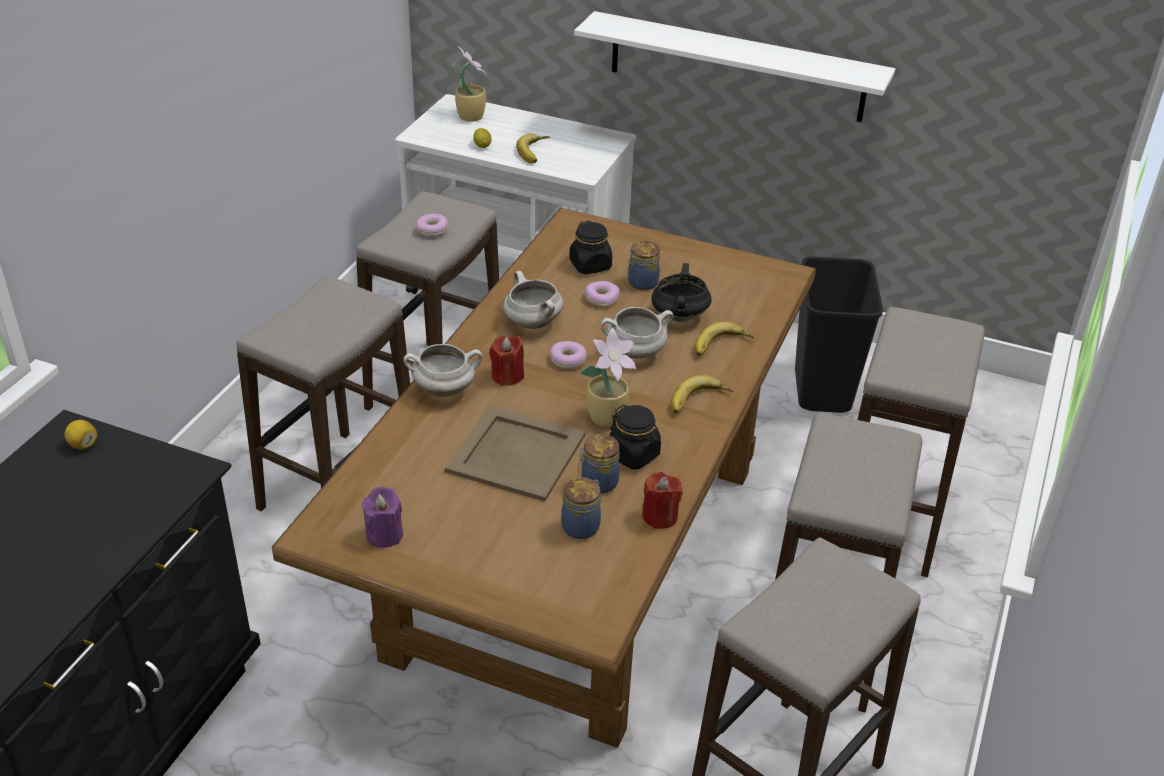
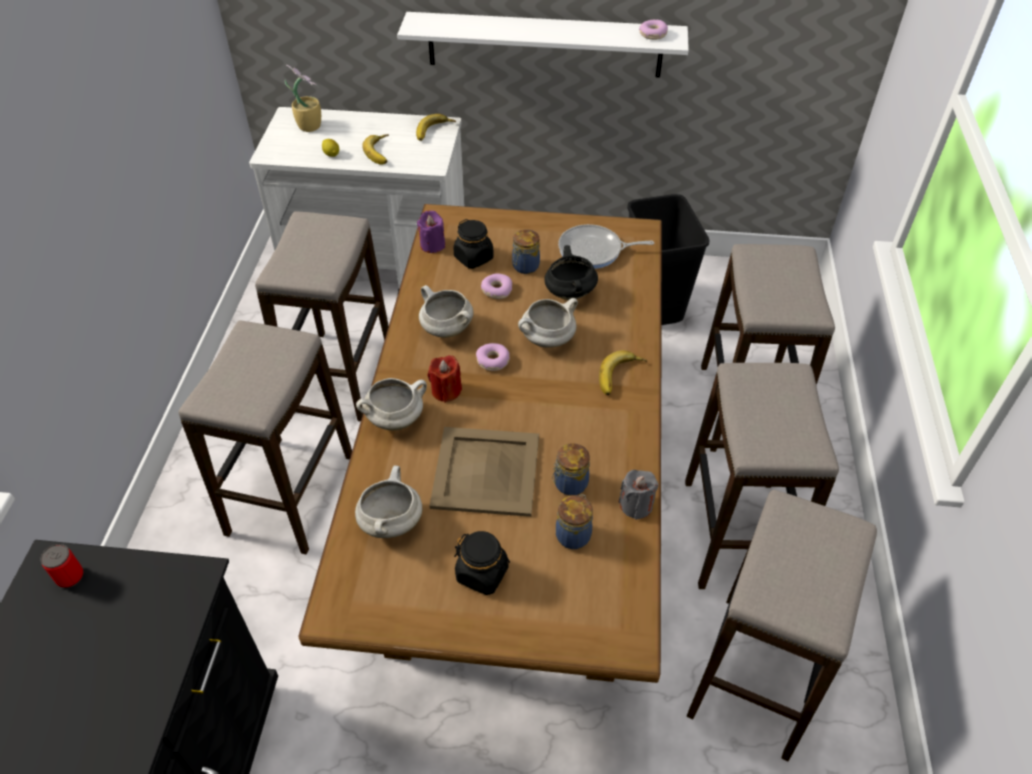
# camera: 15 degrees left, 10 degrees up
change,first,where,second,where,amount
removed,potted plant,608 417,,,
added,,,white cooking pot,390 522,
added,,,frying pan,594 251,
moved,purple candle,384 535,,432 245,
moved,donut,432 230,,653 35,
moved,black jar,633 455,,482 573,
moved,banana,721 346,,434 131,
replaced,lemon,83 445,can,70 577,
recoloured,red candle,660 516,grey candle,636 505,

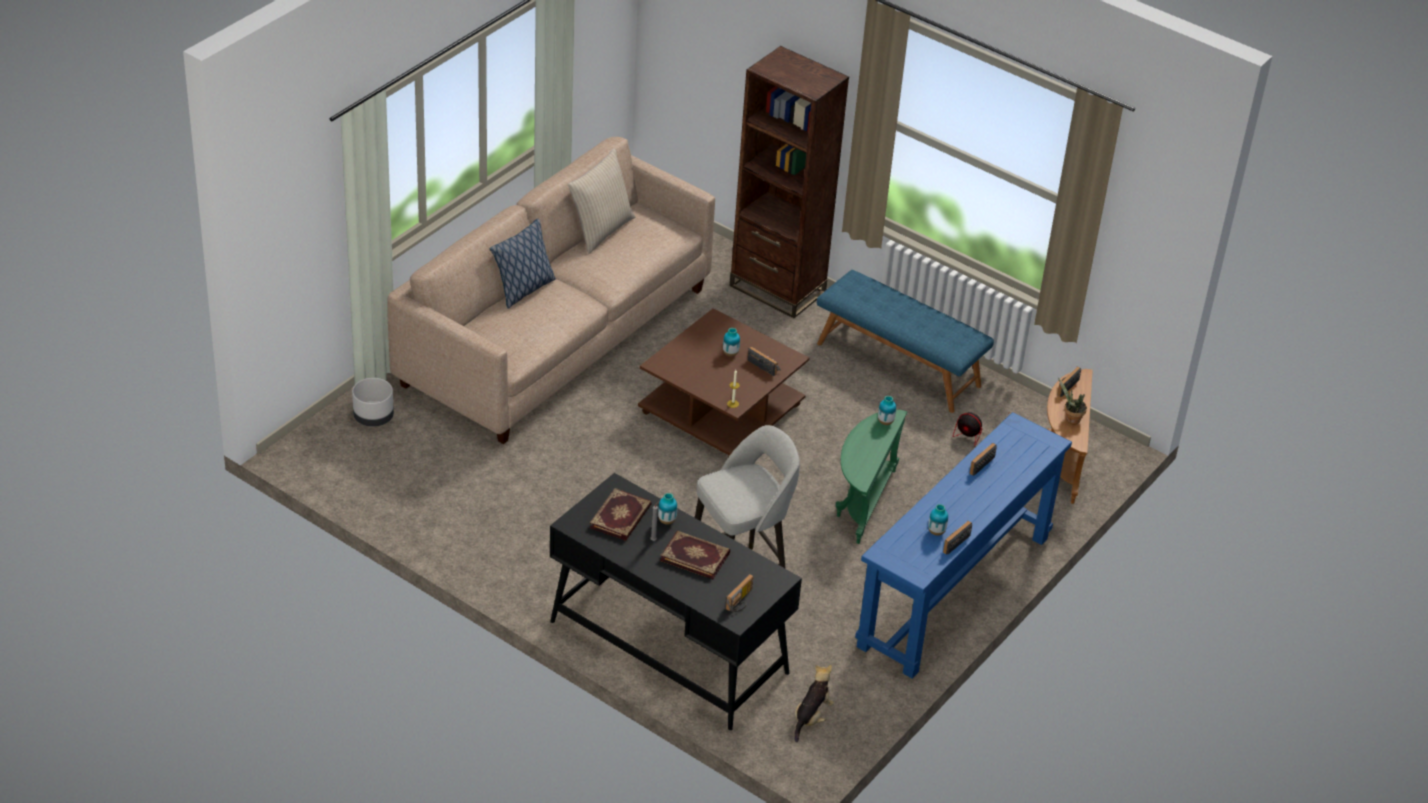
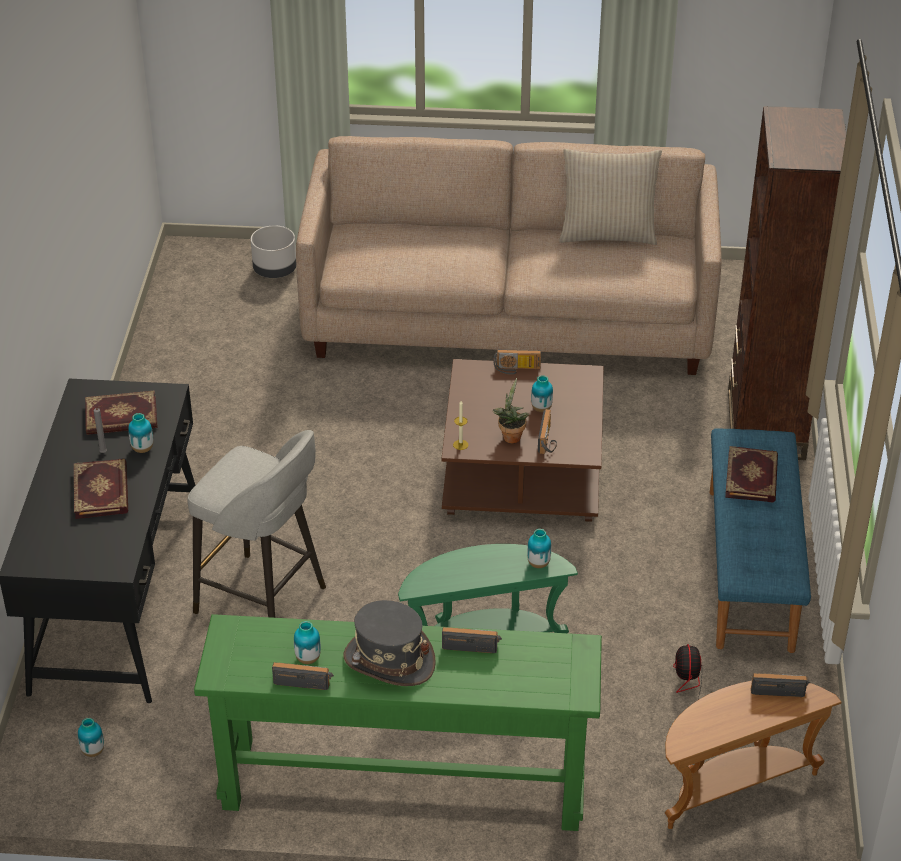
# camera: 60 degrees right, 0 degrees up
change,first,where,second,where,amount
removed,pillow,523 290,,,
added,,,grey hat,389 660,
added,,,book,752 477,
moved,radio,741 601,,516 369,
moved,potted plant,1070 419,,510 436,
replaced,plush toy,811 717,vase,93 751,
recoloured,blue console table,954 591,green console table,403 783,

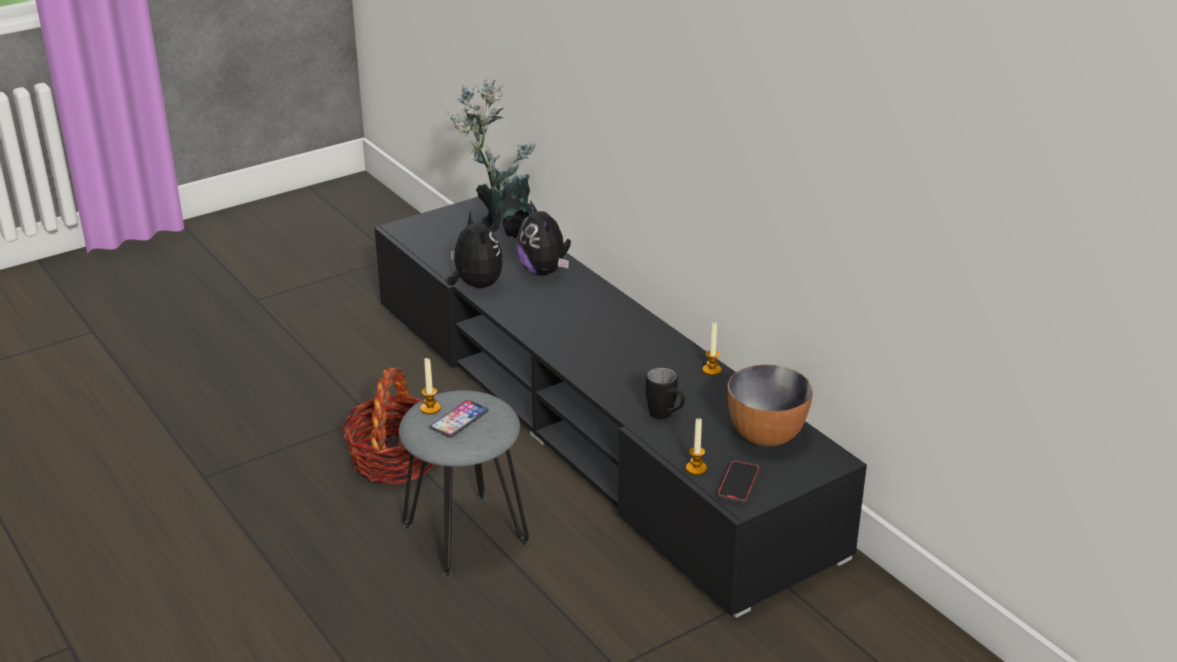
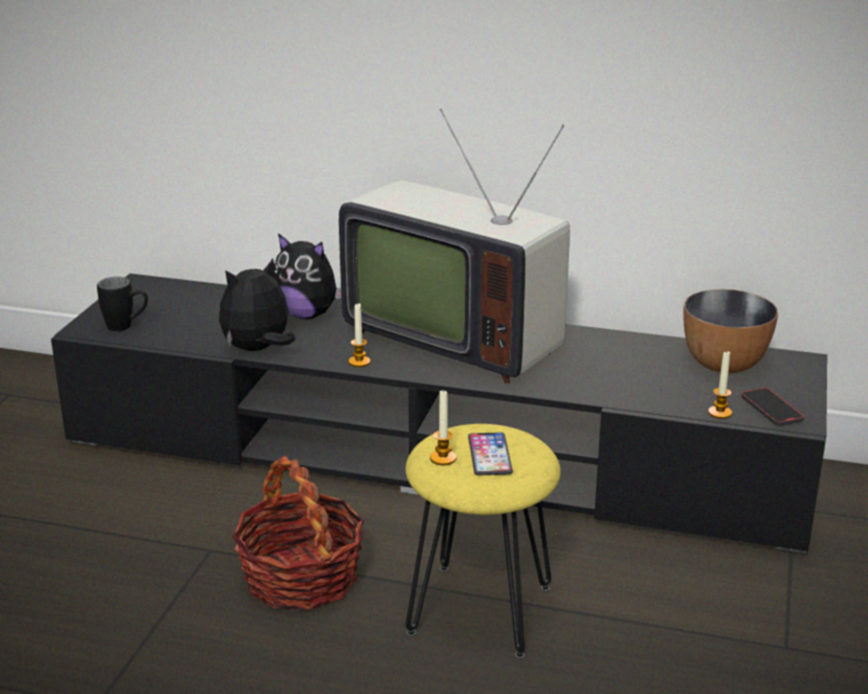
# camera: 40 degrees left, 5 degrees down
change,first,where,second,where,amount
removed,potted plant,503 234,,,
added,,,television,455 338,
moved,black mug,666 416,,126 327,
moved,candle,711 370,,359 362,
recoloured,grey stool,466 535,yellow stool,480 609,
turned,plush toy,475 285,,258 349,60 degrees counterclockwise

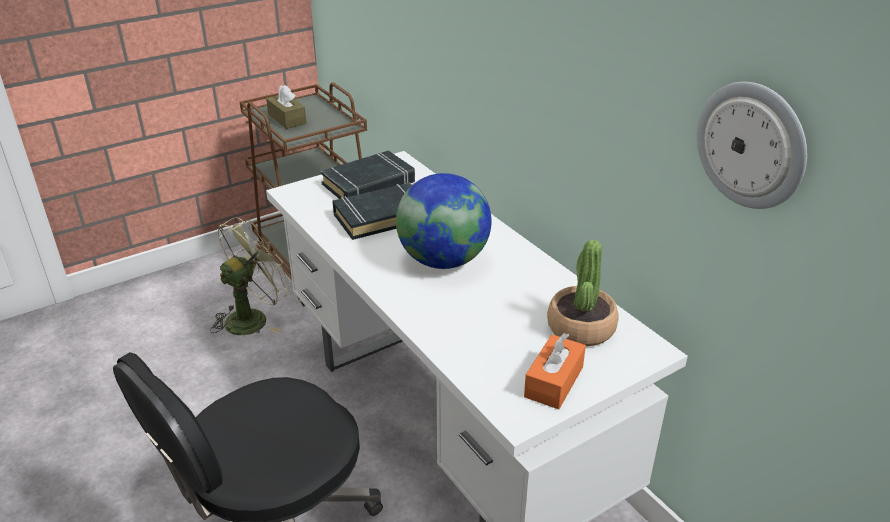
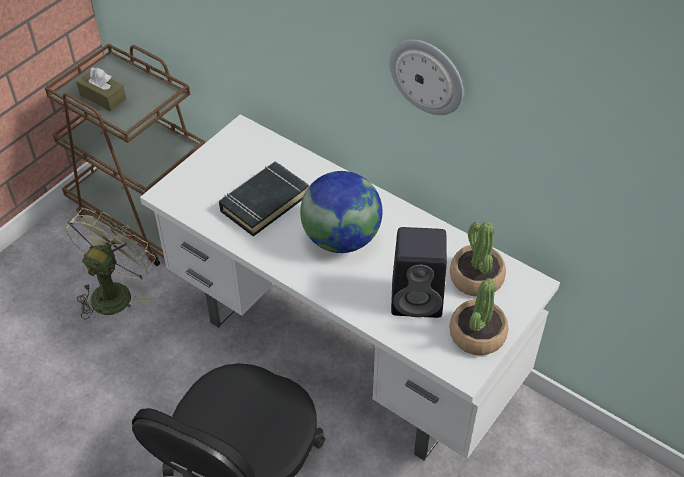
# camera: 20 degrees left, 15 degrees up
change,first,where,second,where,amount
removed,black book,369 184,,,
added,,,black speaker,418 298,
moved,wall clock,751 145,,427 76,
replaced,orange tissue box,554 382,potted plant,477 334,

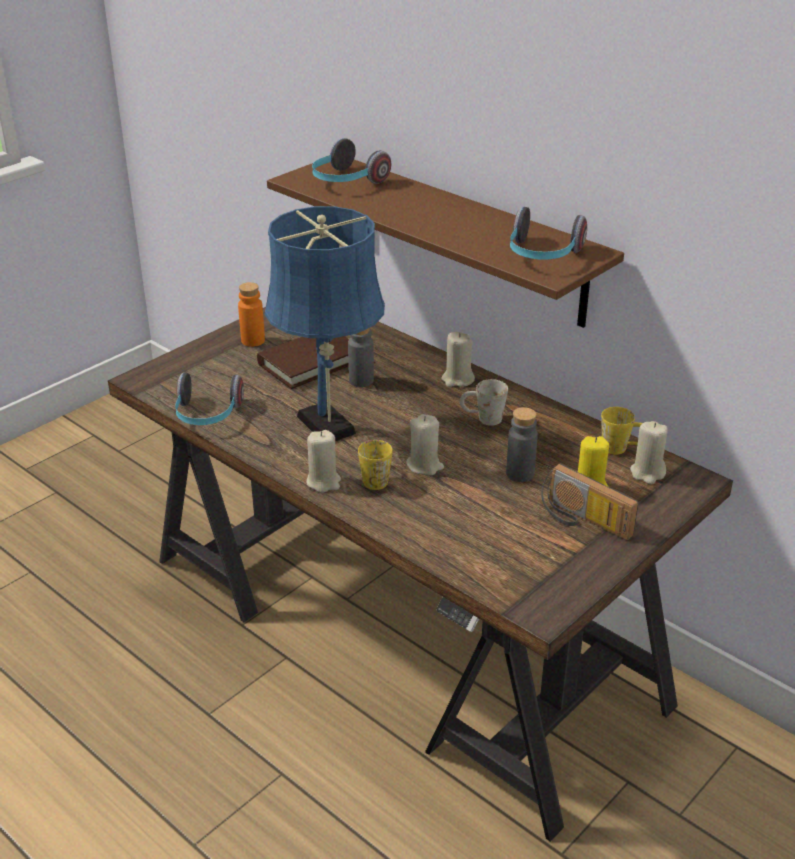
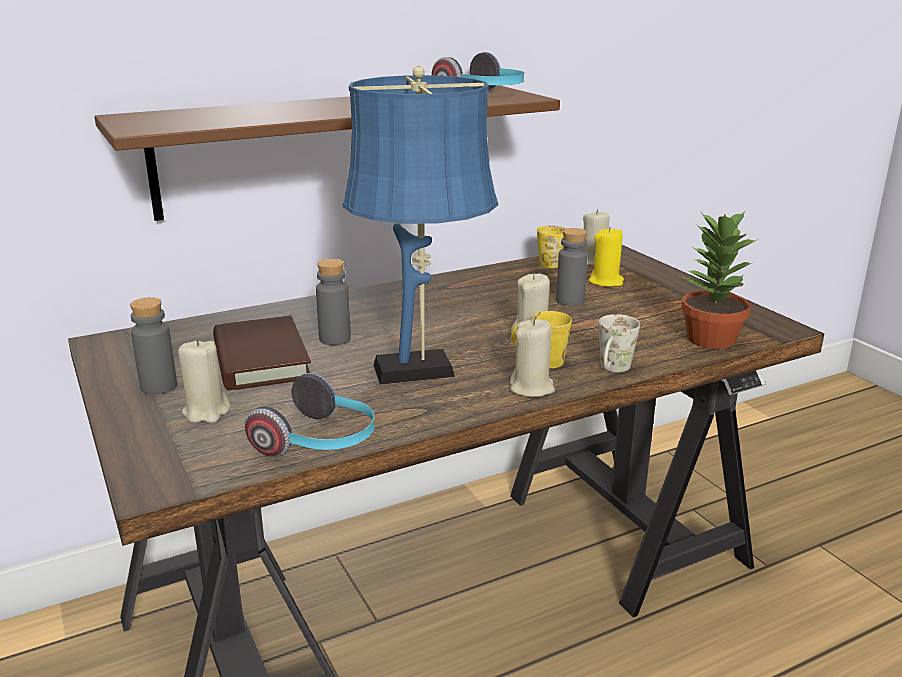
# camera: 70 degrees left, 10 degrees down
change,first,where,second,where,amount
removed,headphones,346 181,,,
removed,radio,582 520,,,
added,,,potted plant,709 339,
moved,beige candle,457 379,,206 412,
moved,white mug,482 419,,612 370,
recoloured,orange bottle,253 341,grey bottle,158 386,

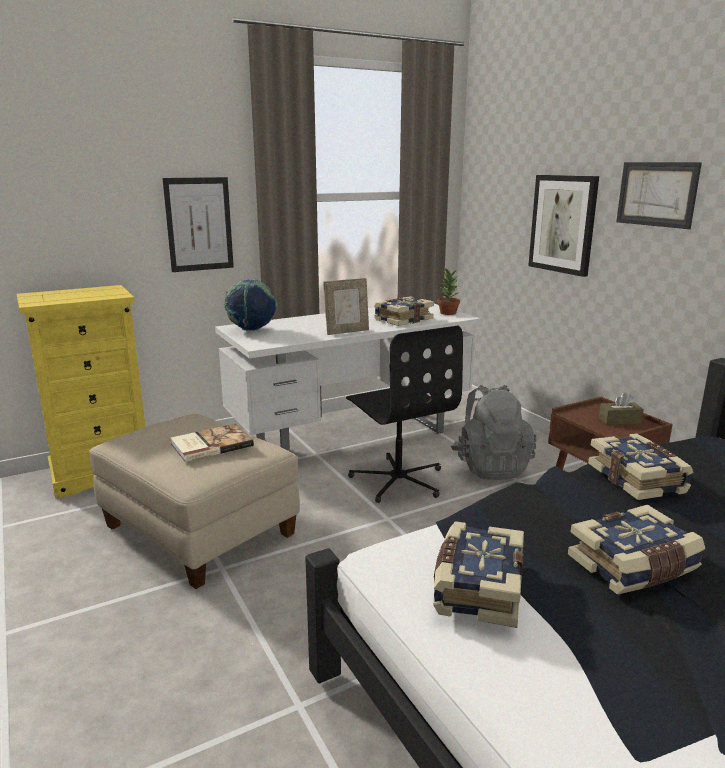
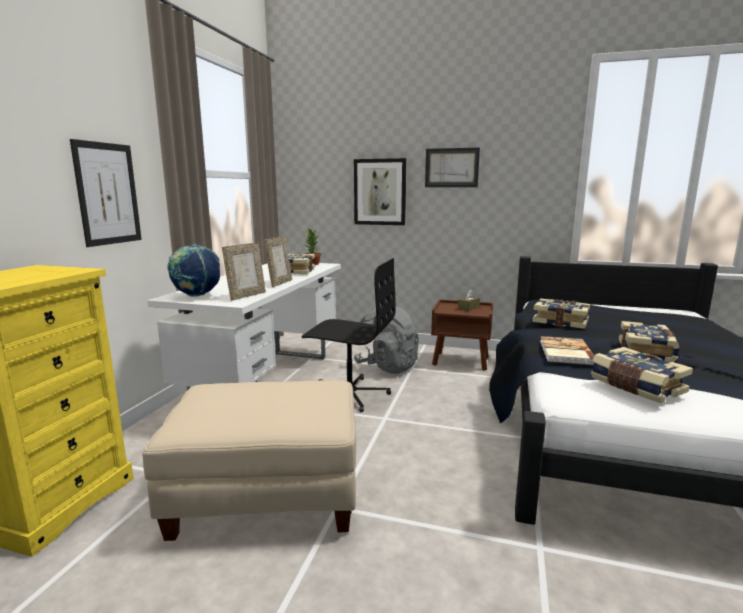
# camera: 45 degrees left, 5 degrees down
change,first,where,second,where,amount
added,,,picture frame,246 296,
moved,book,210 444,,564 352,

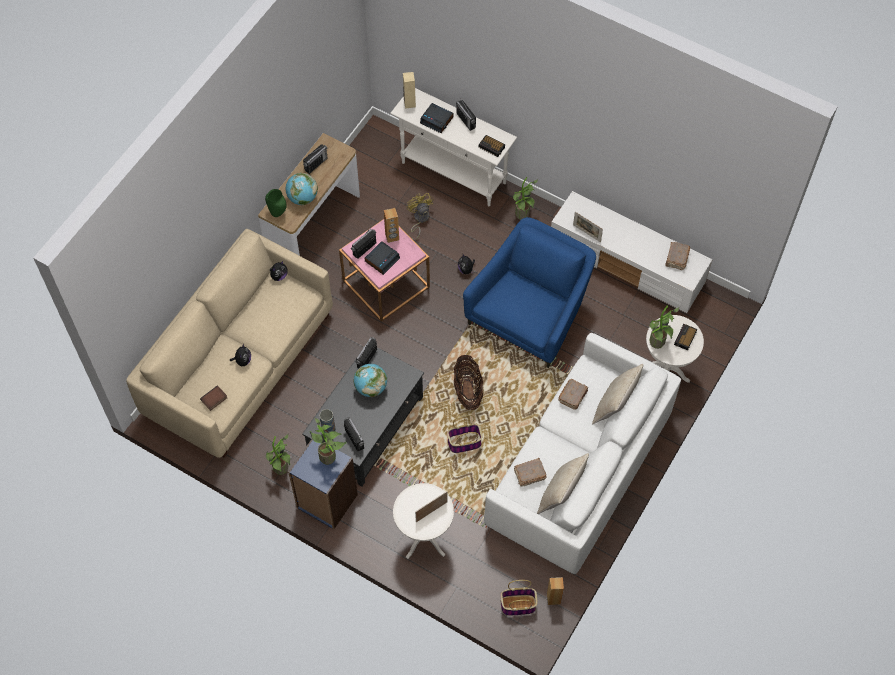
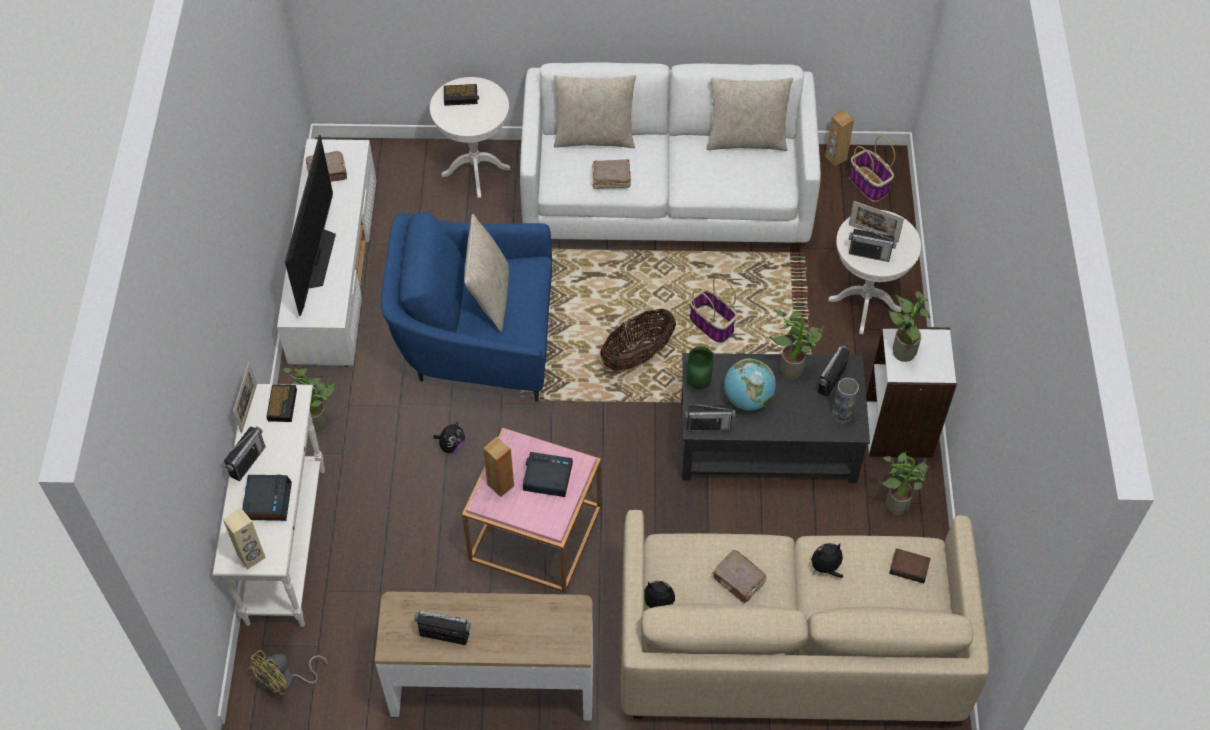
# camera: 120 degrees left, 5 degrees down
change,first,where,second,where,amount
removed,globe,302 198,,,
added,,,television,315 258,
added,,,beige pillow,489 297,
moved,green vase,278 213,,697 384,
moved,radio,364 249,,869 254,
moved,yellow fan,419 219,,286 681,
moved,brown book,529 474,,739 581,
moved,picture frame,586 233,,248 409,
moved,potted plant,658 344,,793 367,
recoloured,blue bookcase,326 501,white bookcase,899 429,

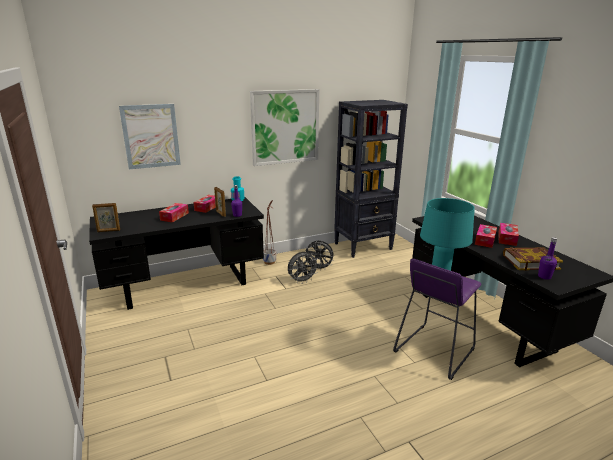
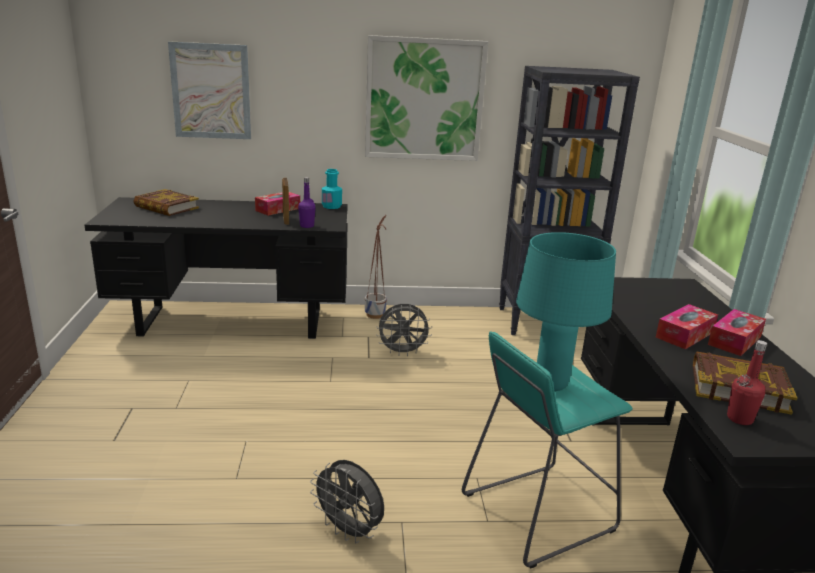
# camera: 20 degrees right, 0 degrees up
change,first,where,second,where,amount
removed,picture frame,108 231,,,
removed,tissue box,174 216,,,
added,,,book,166 207,
moved,grey fan,319 268,,349 531,
recoloured,purple stool,434 350,turquoise stool,537 513,
recoloured,purple bottle,544 276,red bottle,739 419,

